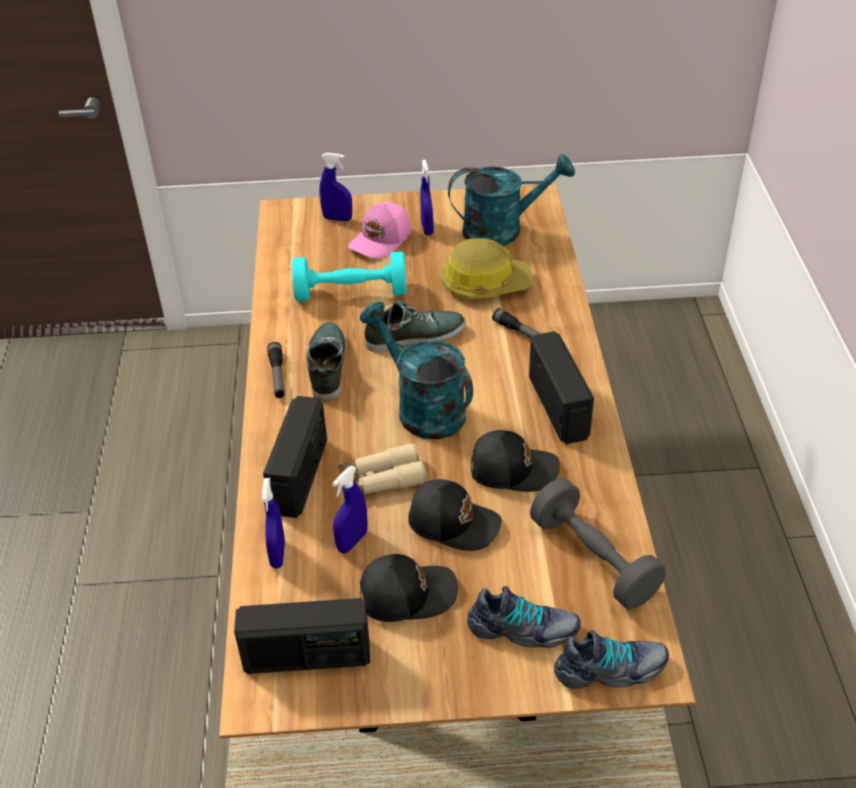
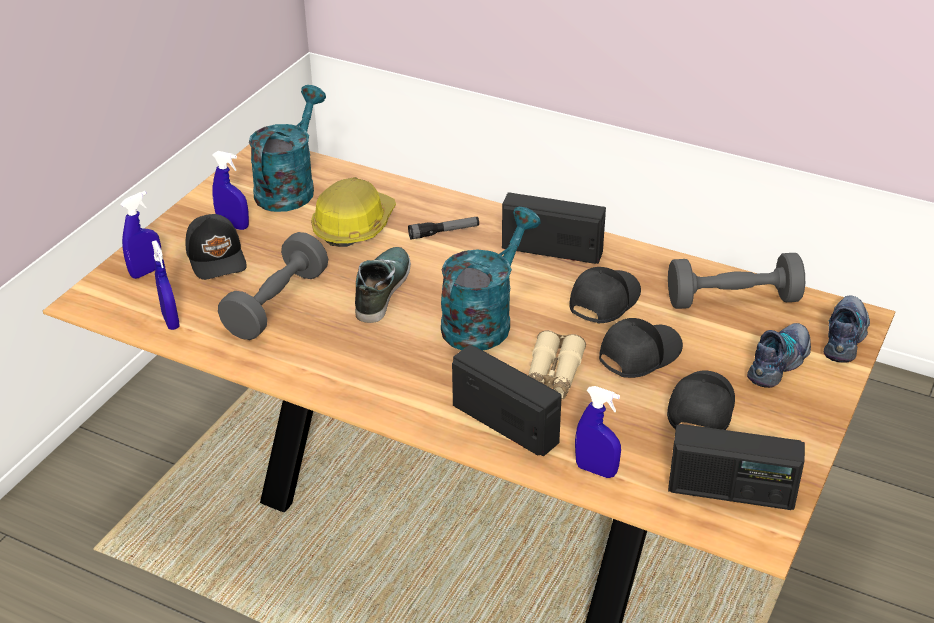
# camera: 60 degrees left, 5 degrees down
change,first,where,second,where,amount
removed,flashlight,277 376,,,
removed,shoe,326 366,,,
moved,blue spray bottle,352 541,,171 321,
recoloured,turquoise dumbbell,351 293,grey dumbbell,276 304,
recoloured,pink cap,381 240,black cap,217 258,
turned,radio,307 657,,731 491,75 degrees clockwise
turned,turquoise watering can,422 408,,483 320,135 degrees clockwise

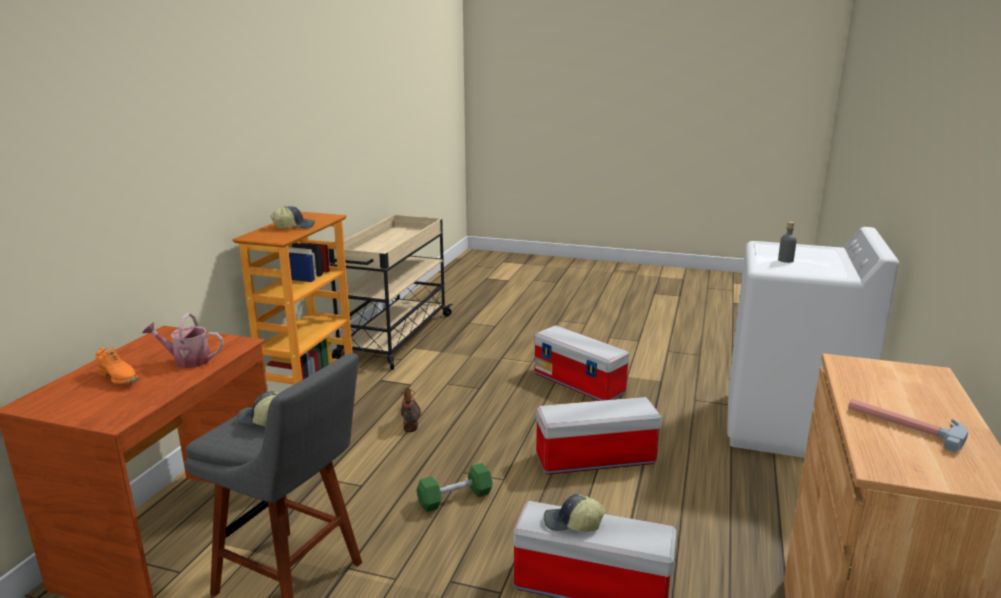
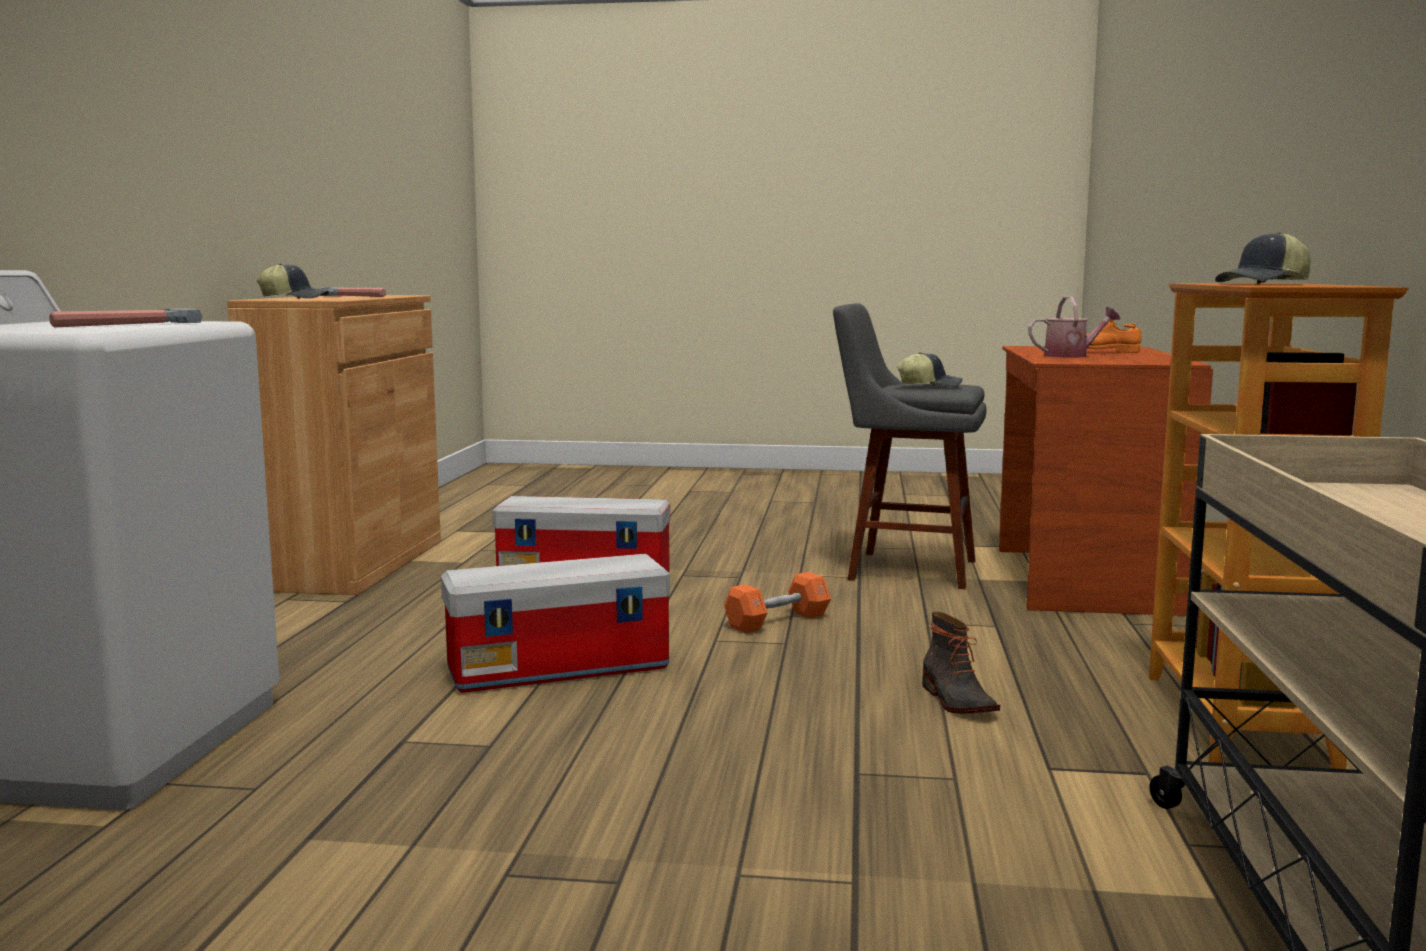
# camera: 170 degrees right, 10 degrees down
change,first,where,second,where,amount
removed,storage box,580 383,,,
moved,cap,572 523,,295 298,
replaced,grey bottle,785 260,hammer,123 324,
recoloured,green dumbbell,455 498,orange dumbbell,777 621,

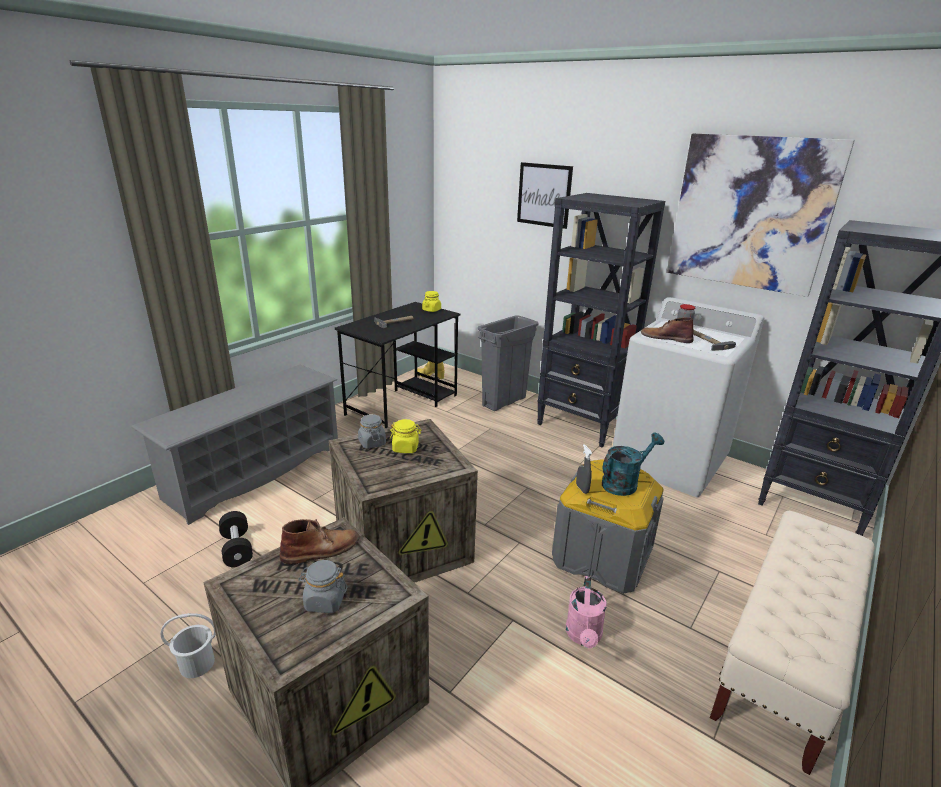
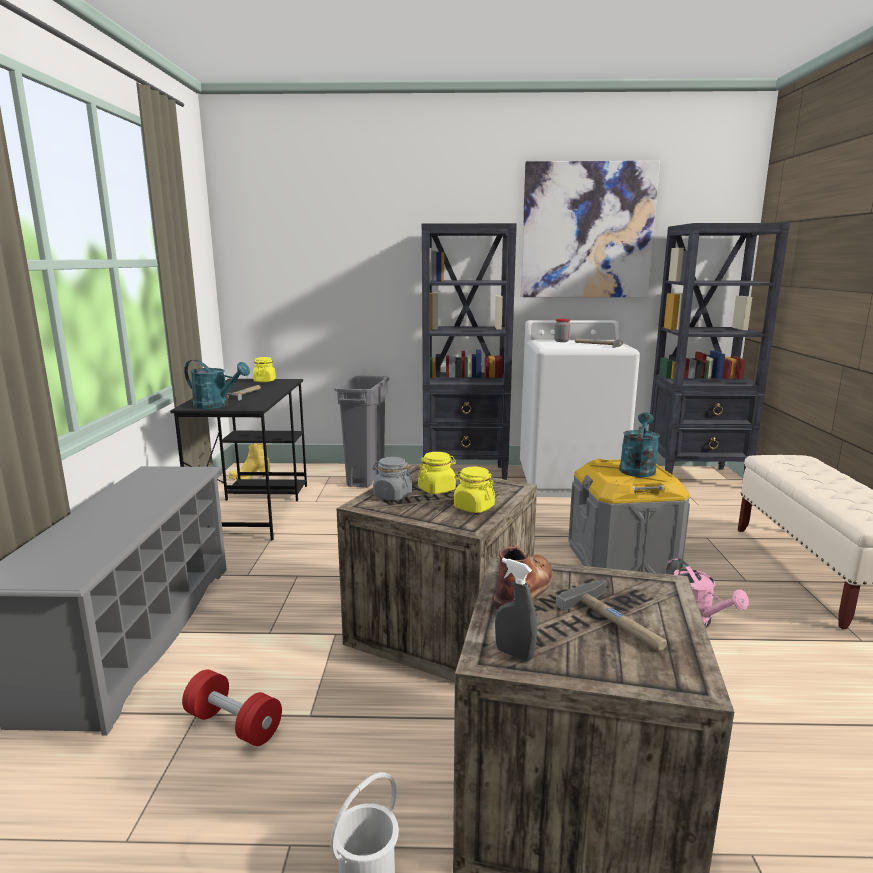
# camera: 35 degrees left, 10 degrees down
change,first,where,second,where,amount
removed,picture,544 195,,,
removed,brown boot,665 337,,,
added,,,turquoise watering can,217 405,
added,,,yellow jar,473 507,
moved,grey spray bottle,582 489,,514 654,
replaced,grey jar,325 601,hammer,617 621,
recoloured,black dumbbell,237 548,red dumbbell,233 724,

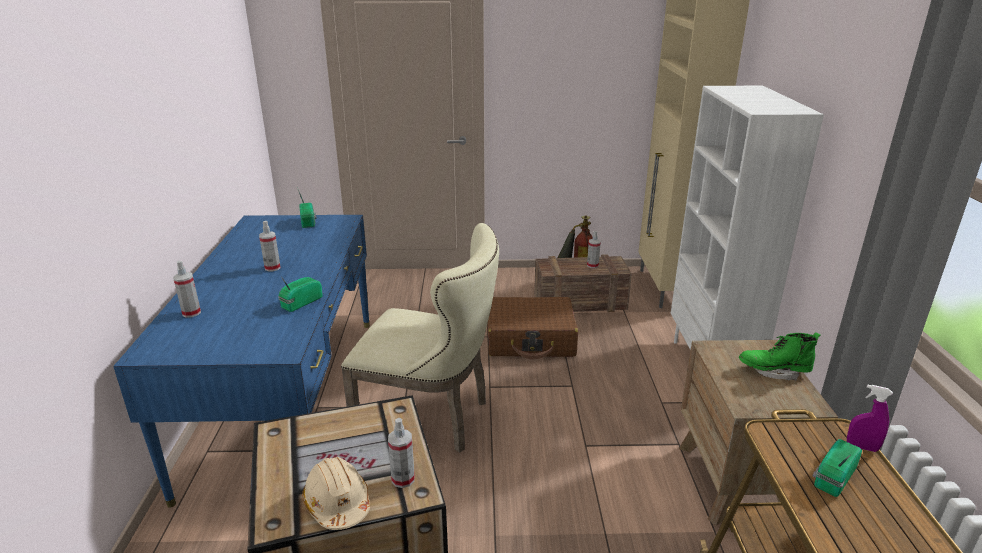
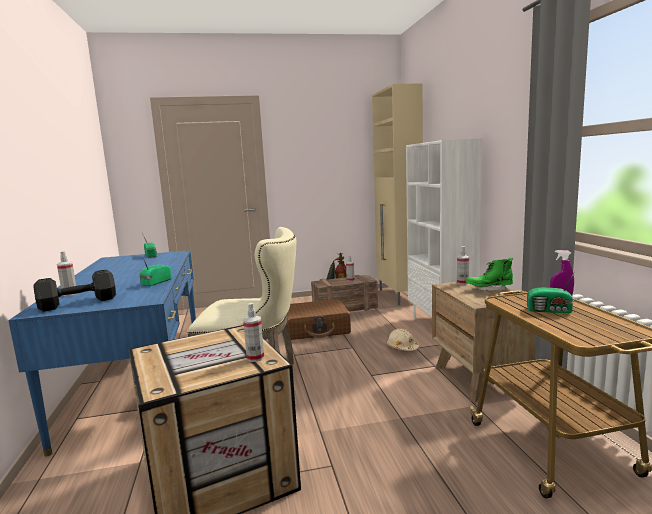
# camera: 10 degrees left, 15 degrees down
change,first,where,second,where,amount
added,,,black dumbbell,80 303,
moved,spray bottle,272 268,,462 283,
moved,beige hard hat,337 503,,402 347,
turned,radio,832 477,,550 310,105 degrees counterclockwise

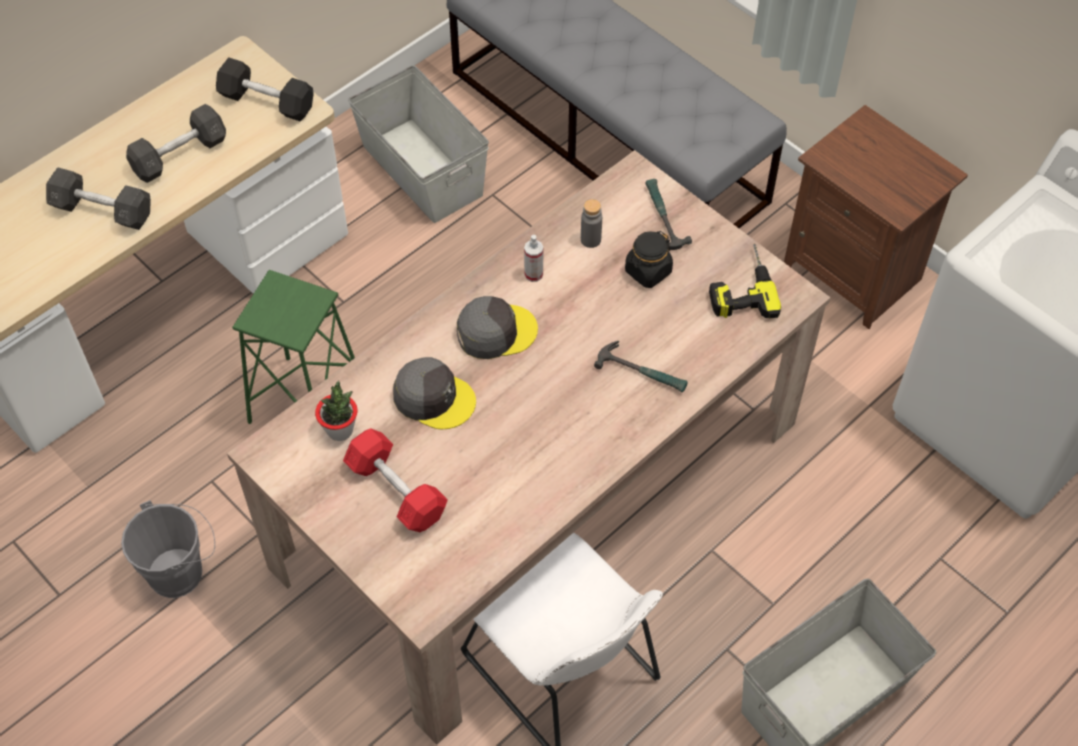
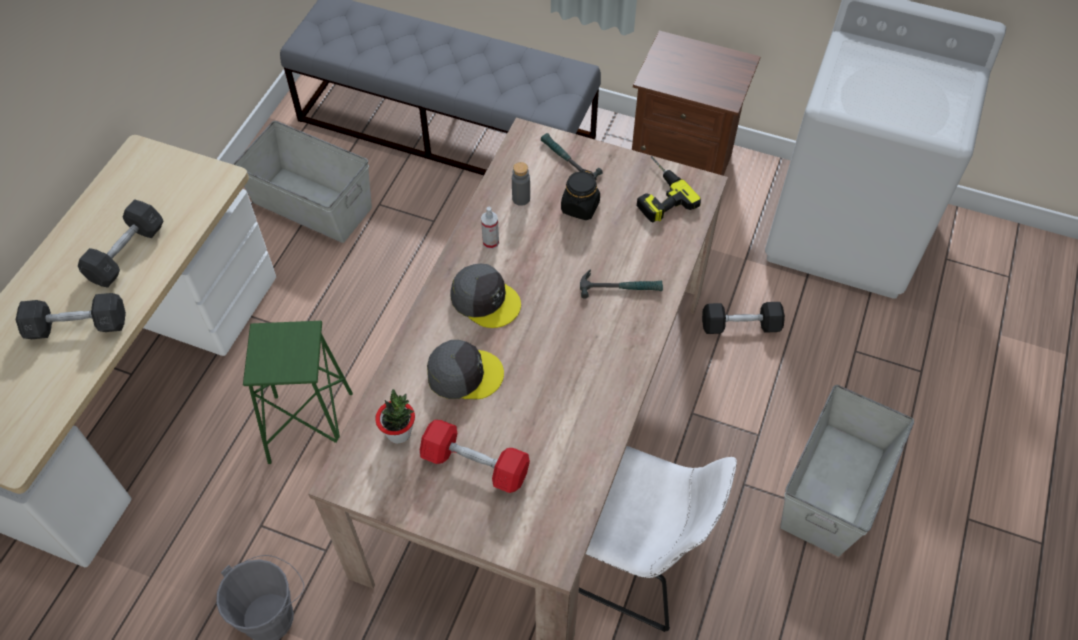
# camera: 25 degrees left, 0 degrees up
change,first,where,second,where,amount
moved,black dumbbell,267 102,,740 326,
turned,grey cap,495 331,,485 300,75 degrees clockwise

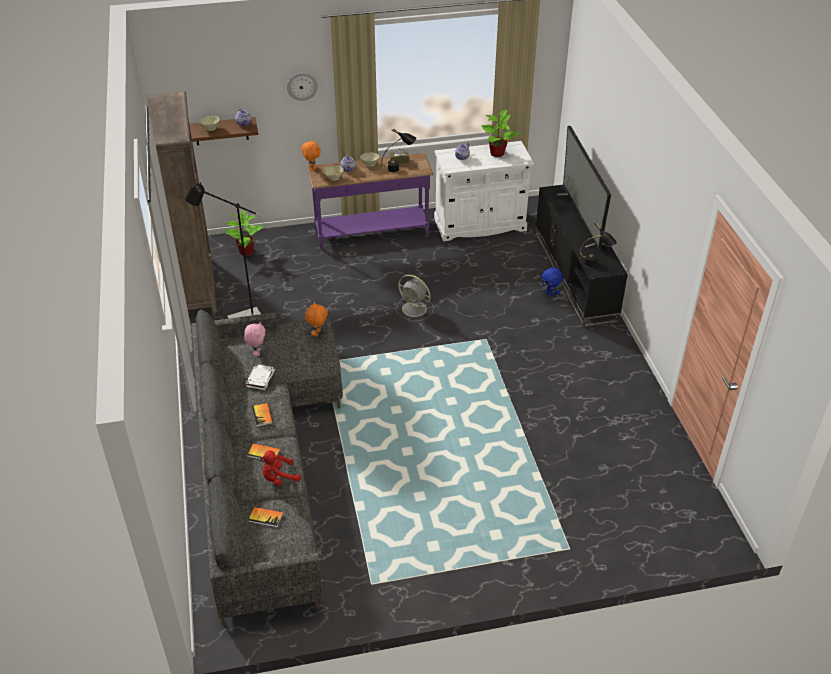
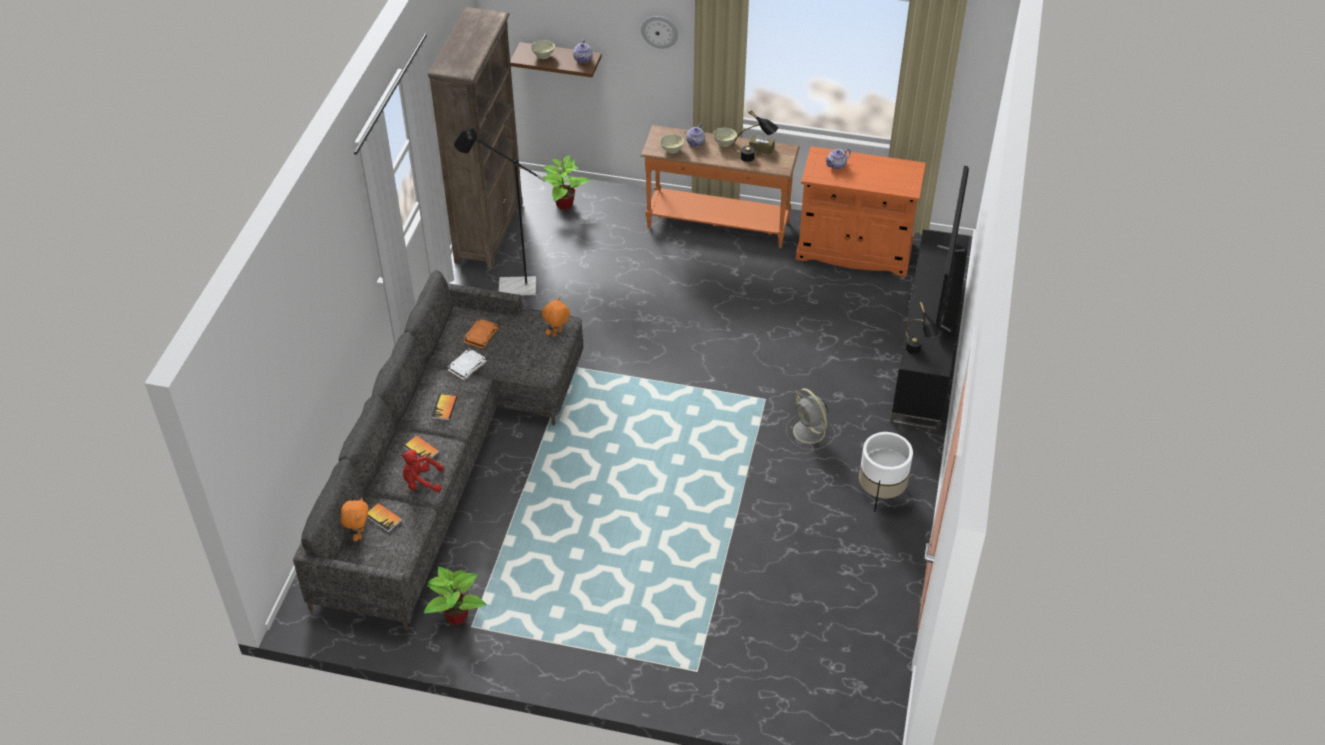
# camera: 25 degrees right, 5 degrees up
change,first,where,second,where,amount
removed,blue plush toy,550 294,,,
added,,,white planter,880 492,
moved,orange plush toy,312 168,,359 534,
moved,grey fan,415 309,,810 432,
moved,potted plant,497 153,,457 616,
replaced,pink plush toy,257 353,orange book,481 335,
recoloured,purple console table,372 235,orange console table,717 226,
recoloured,white cabinet,480 224,orange cabinet,854 251,

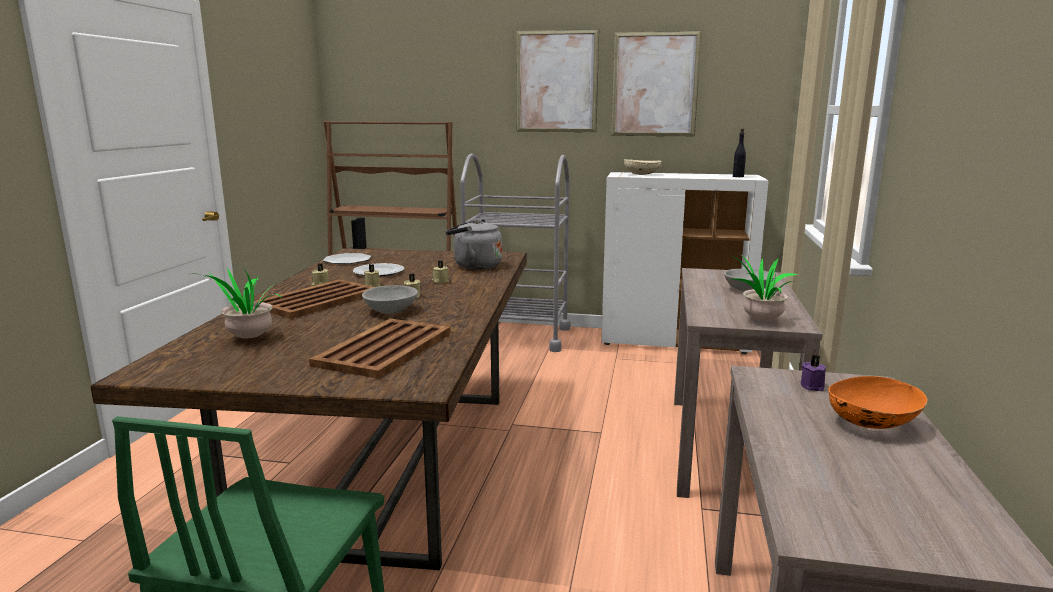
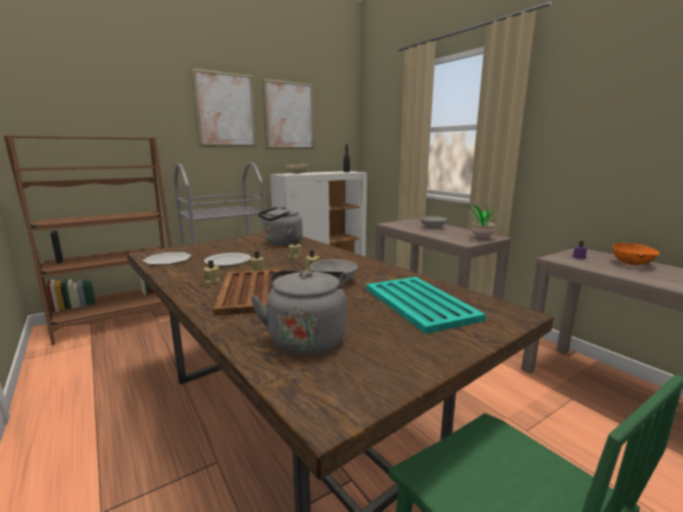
# camera: 45 degrees left, 0 degrees up
change,first,where,second,where,amount
replaced,potted plant,246 339,grey kettle,307 338,
recoloured,brown tray,383 349,turquoise tray,420 304,

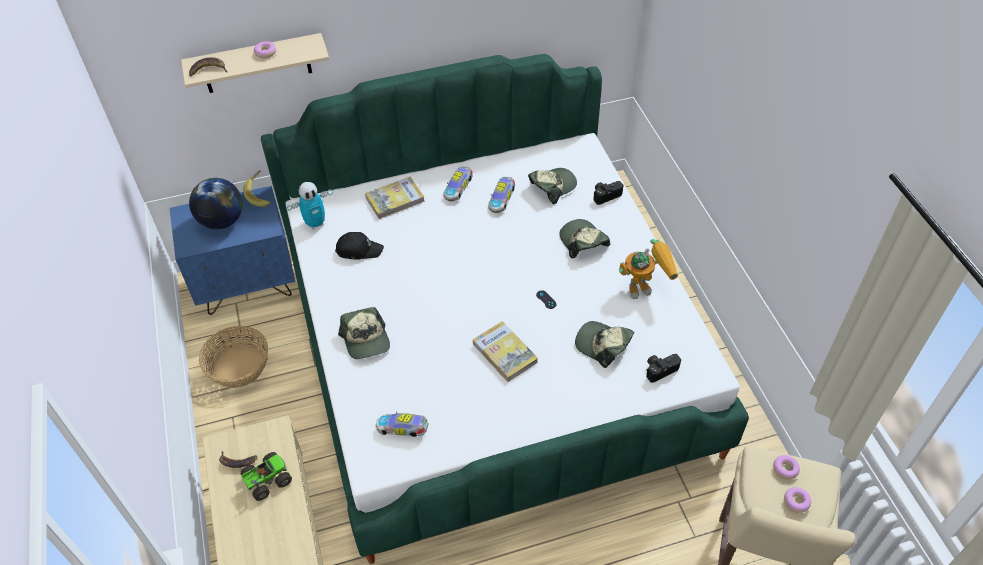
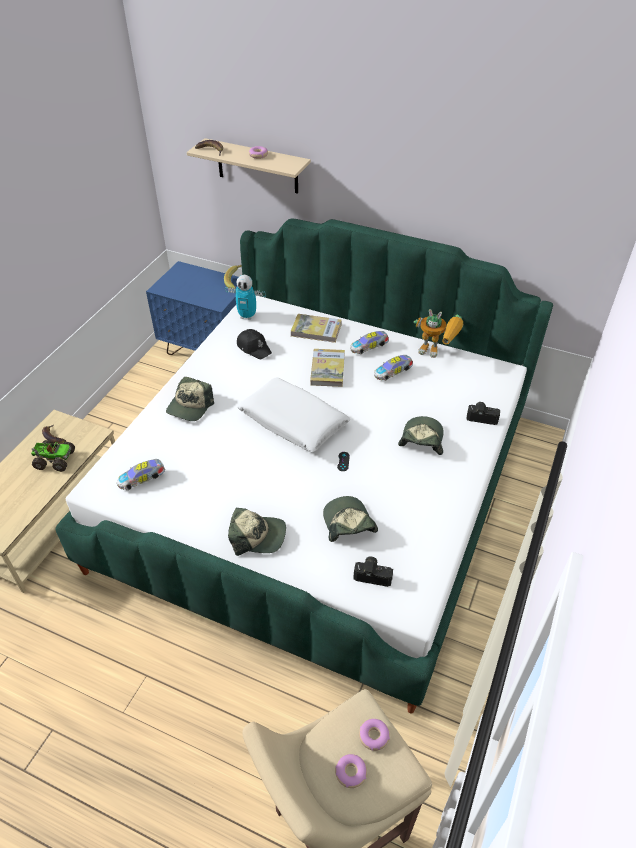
# camera: 40 degrees right, 5 degrees down
change,first,where,second,where,amount
removed,globe,222 221,,,
removed,basket,238 366,,,
added,,,white pillow,293 422,
moved,book,505 353,,327 369,
moved,cap,552 187,,257 536,
moved,toy robot,645 285,,437 352,
turned,toy car,403 429,,143 479,75 degrees counterclockwise

